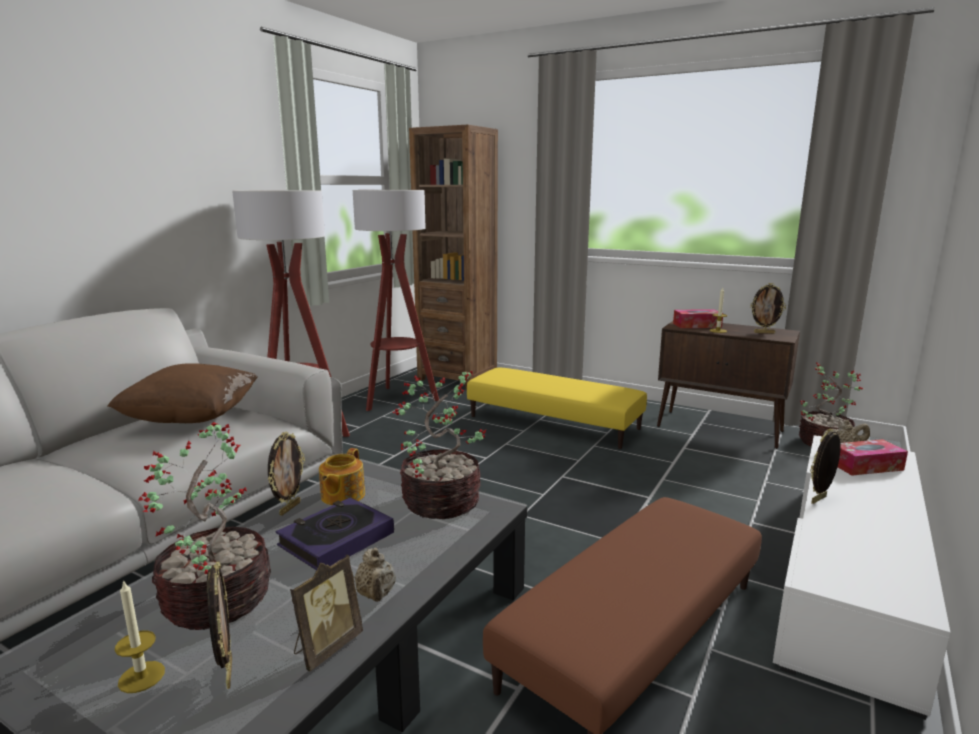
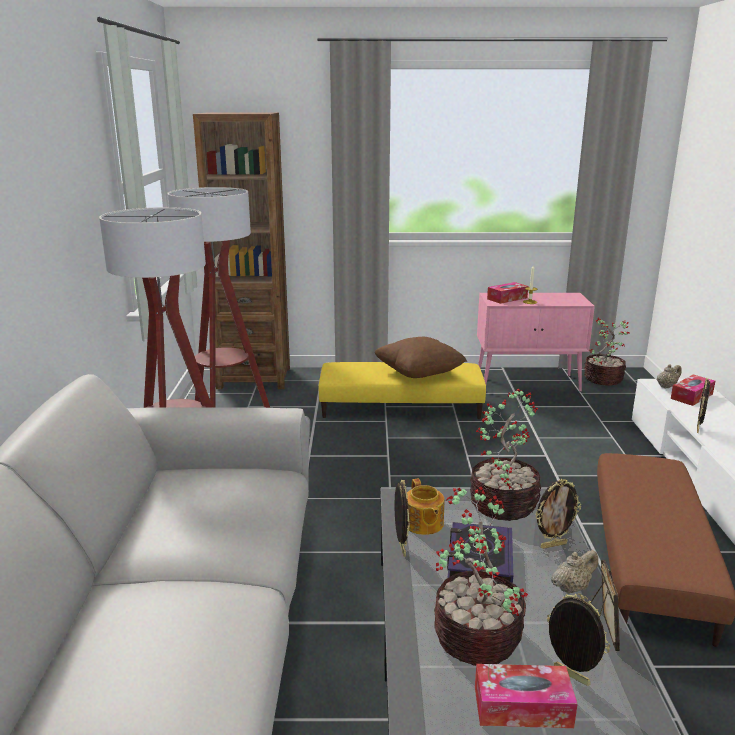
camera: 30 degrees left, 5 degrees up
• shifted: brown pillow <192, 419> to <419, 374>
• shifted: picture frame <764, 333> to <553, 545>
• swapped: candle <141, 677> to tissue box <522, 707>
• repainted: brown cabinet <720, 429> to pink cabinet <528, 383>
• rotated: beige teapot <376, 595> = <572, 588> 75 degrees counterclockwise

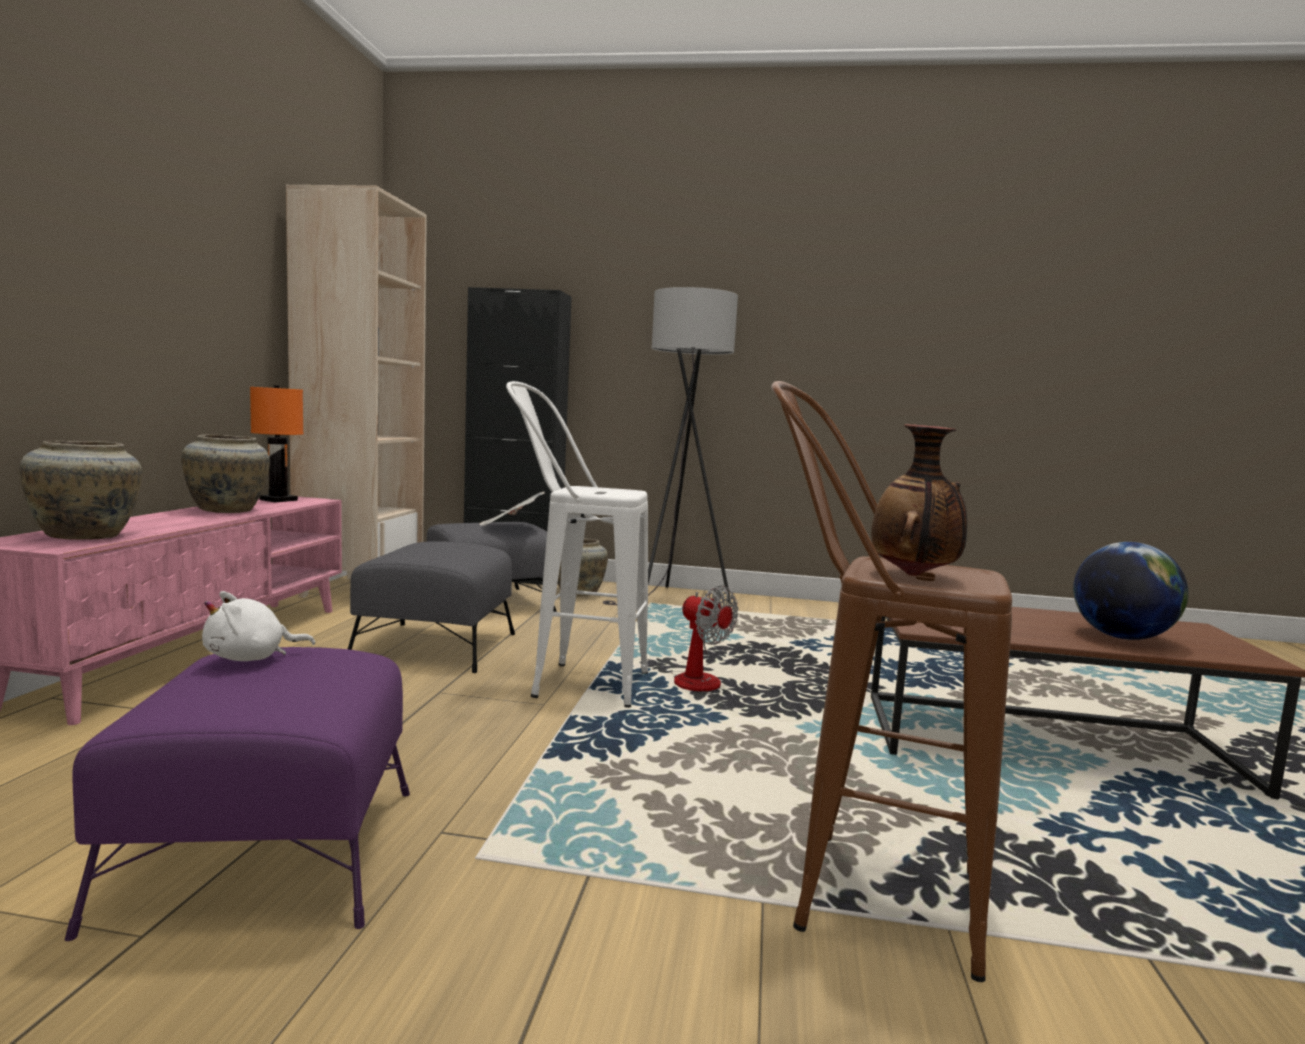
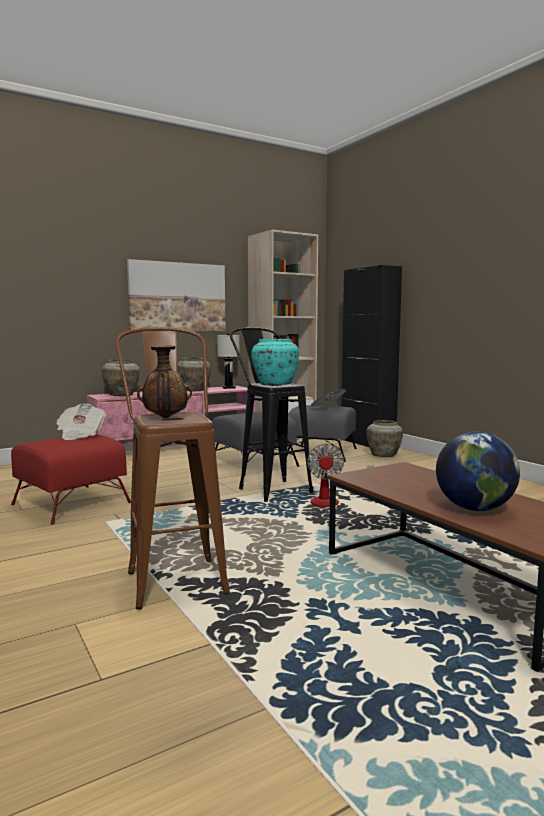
camera: 50 degrees right, 0 degrees up
• gone: grey floor lamp <674, 600>
• new: picture <177, 297>
• new: turquoise vase <275, 385>
• swapped: white plush toy <251, 658> to newspaper <80, 435>
• repainted: purple ottoman <269, 852> to red ottoman <72, 503>
• repainted: orange table lamp <278, 500> to white table lamp <228, 387>
• repainted: white stool <571, 683> to black stool <269, 488>

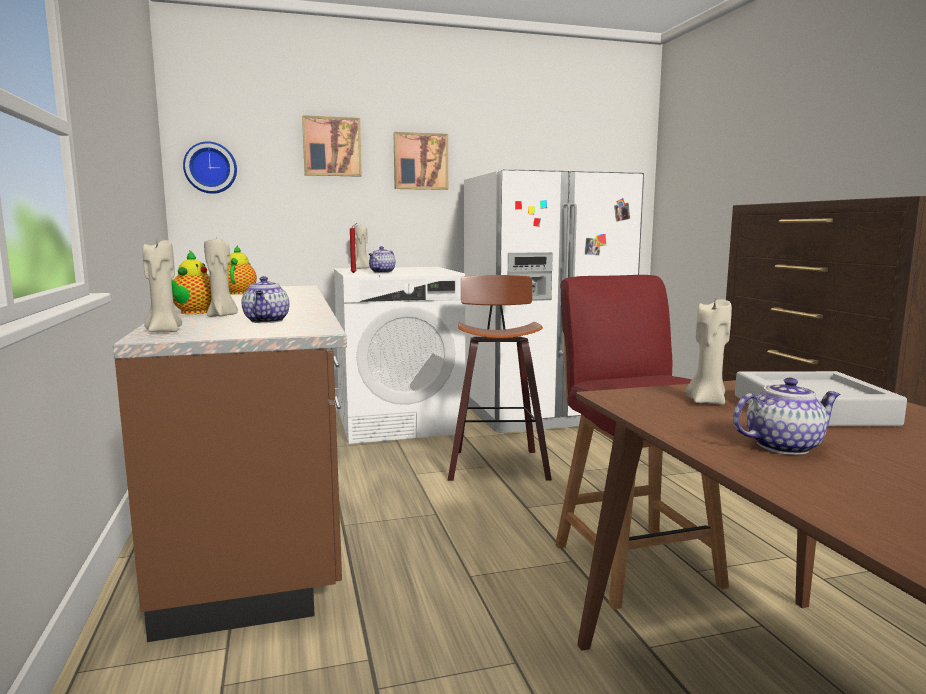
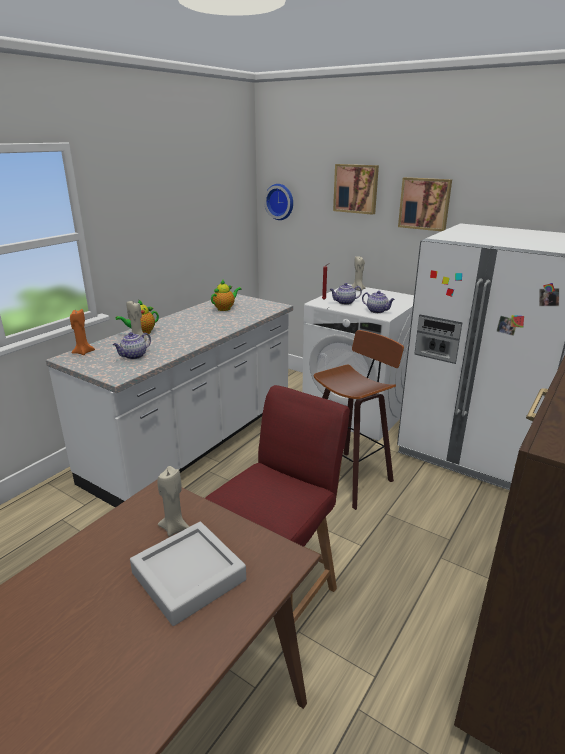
camera: 50 degrees right, 15 degrees up
• shifted: teapot <784, 446> to <377, 311>
• repainted: brown counter <262, 511> to white counter <195, 441>
• repainted: beige candle <163, 331> to orange candle <83, 352>

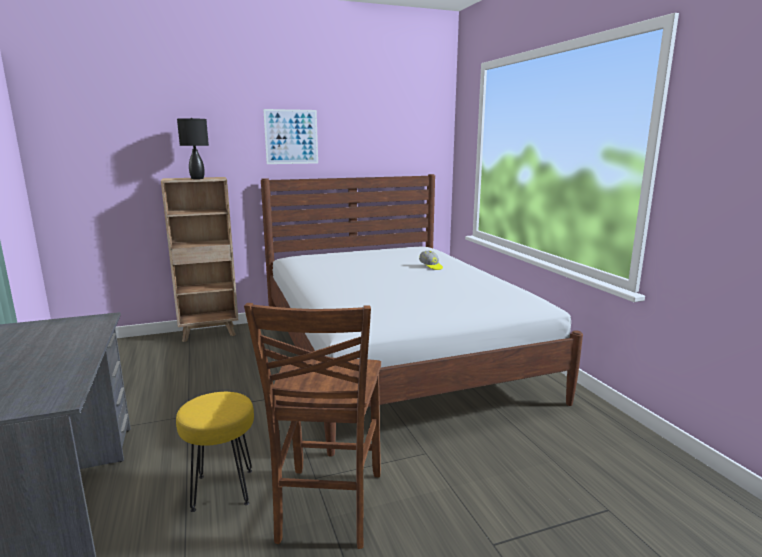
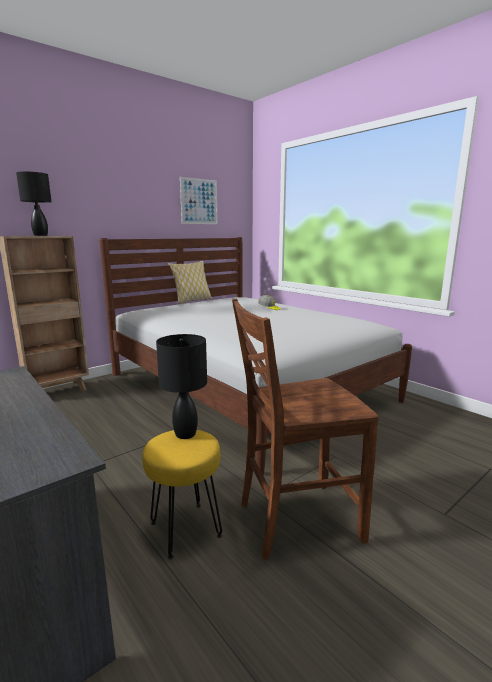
camera: 20 degrees left, 0 degrees up
• new: black table lamp <185, 434>
• new: pillow <192, 301>
• shifted: picture <291, 137> to <199, 201>
• rotated: brown chair <327, 507> = <295, 519> 90 degrees clockwise

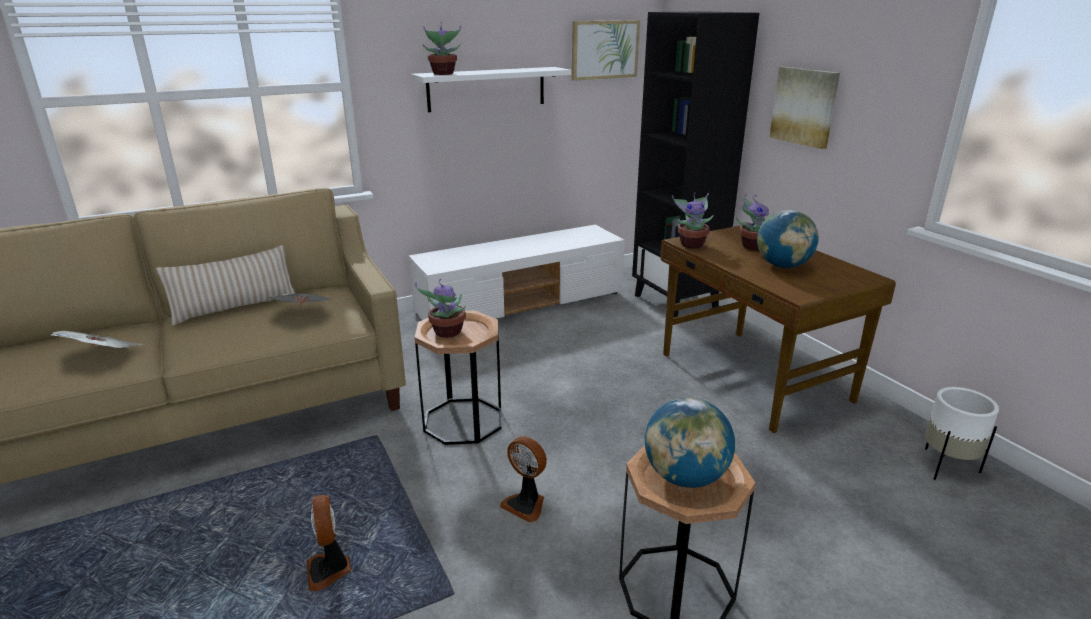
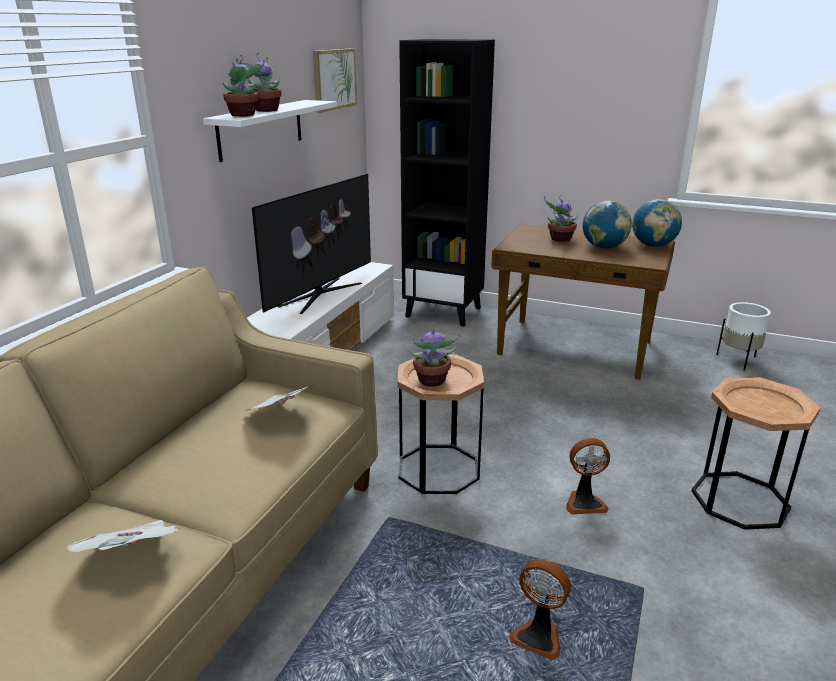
camera: 40 degrees left, 0 degrees up
• gone: beige pillow <235, 308>
• gone: picture <804, 106>
• new: television <320, 295>
• shifted: globe <685, 477> to <653, 245>
• shifted: potted plant <691, 244> to <266, 110>

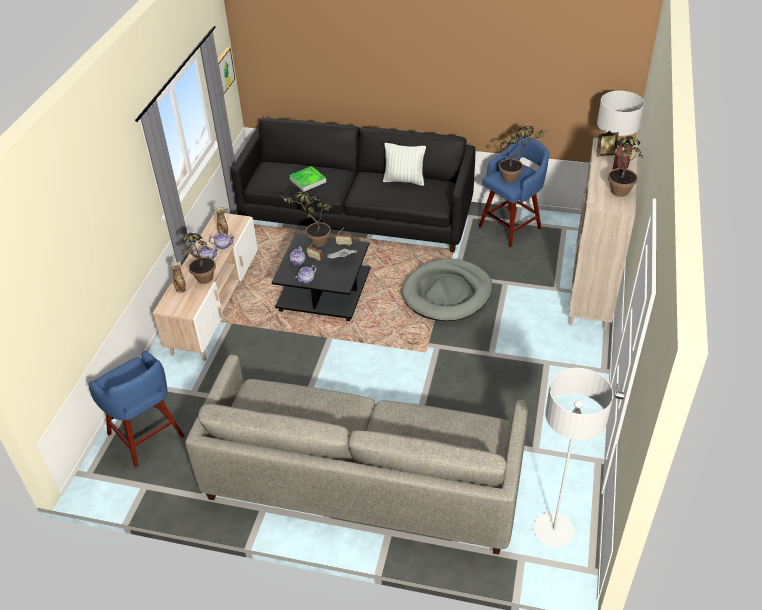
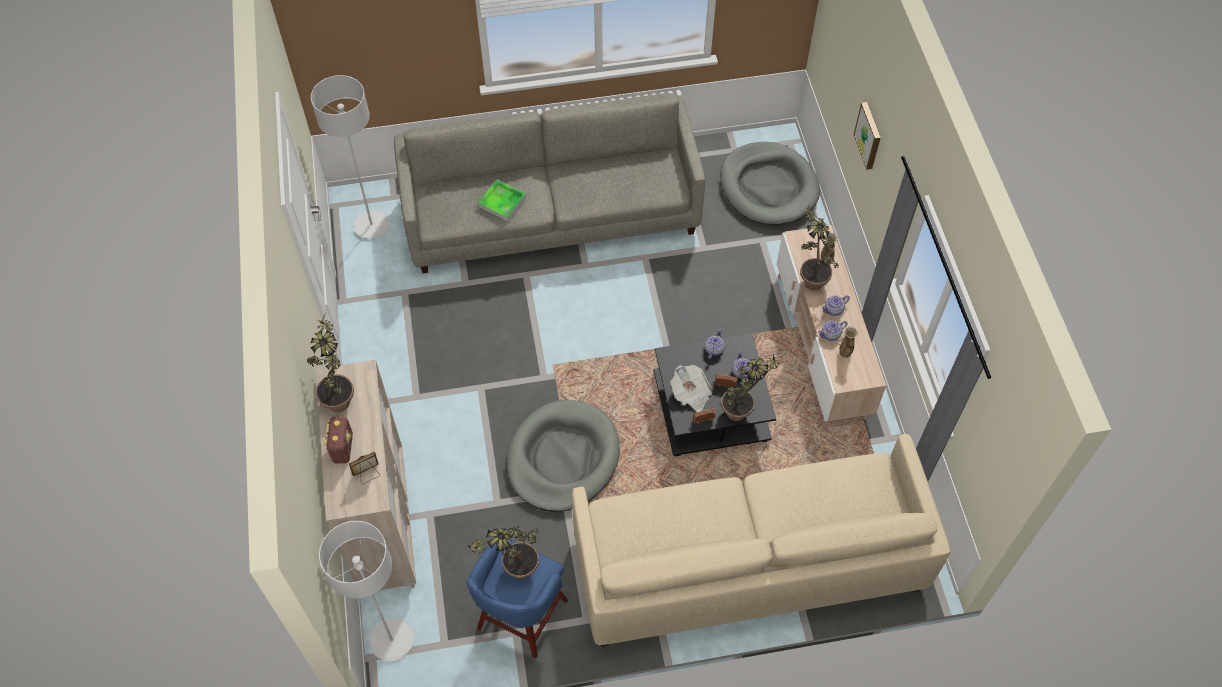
camera: 155 degrees right, 15 degrees up
• gone: pillow <404, 180>
• shifted: picture <222, 71> to <869, 135>
• shifted: tray <307, 180> to <502, 202>
• swapped: blue stool <147, 437> to grey dog bed <768, 187>
• repainted: black sofa <357, 215> to beige sofa <748, 562>

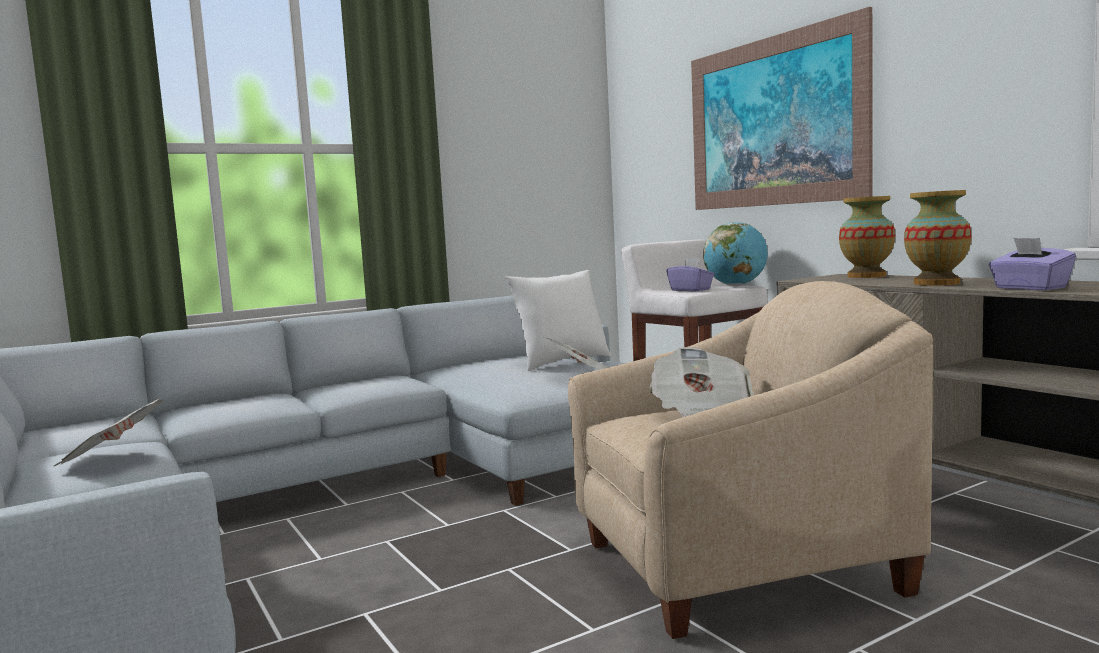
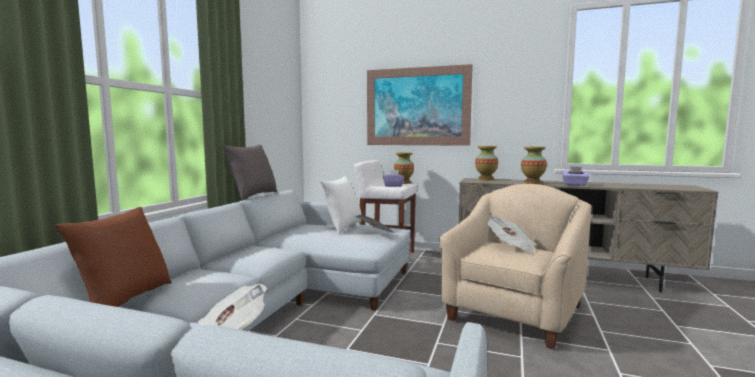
camera: 40 degrees left, 0 degrees up
• new: brown pillow <124, 300>
• new: grey pillow <253, 196>
• swapped: globe <736, 285> to vase <403, 183>

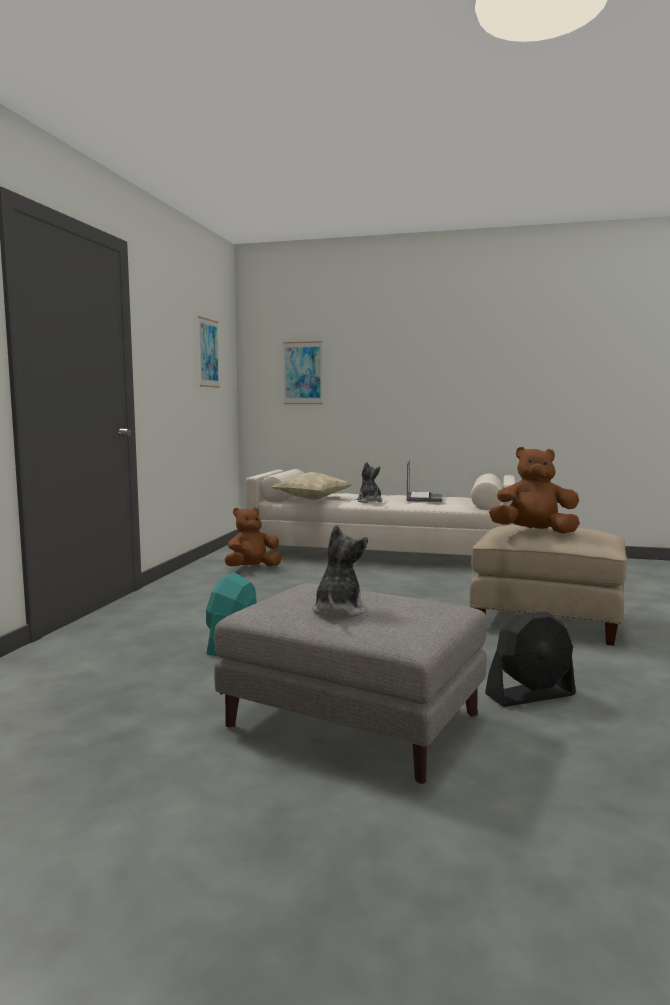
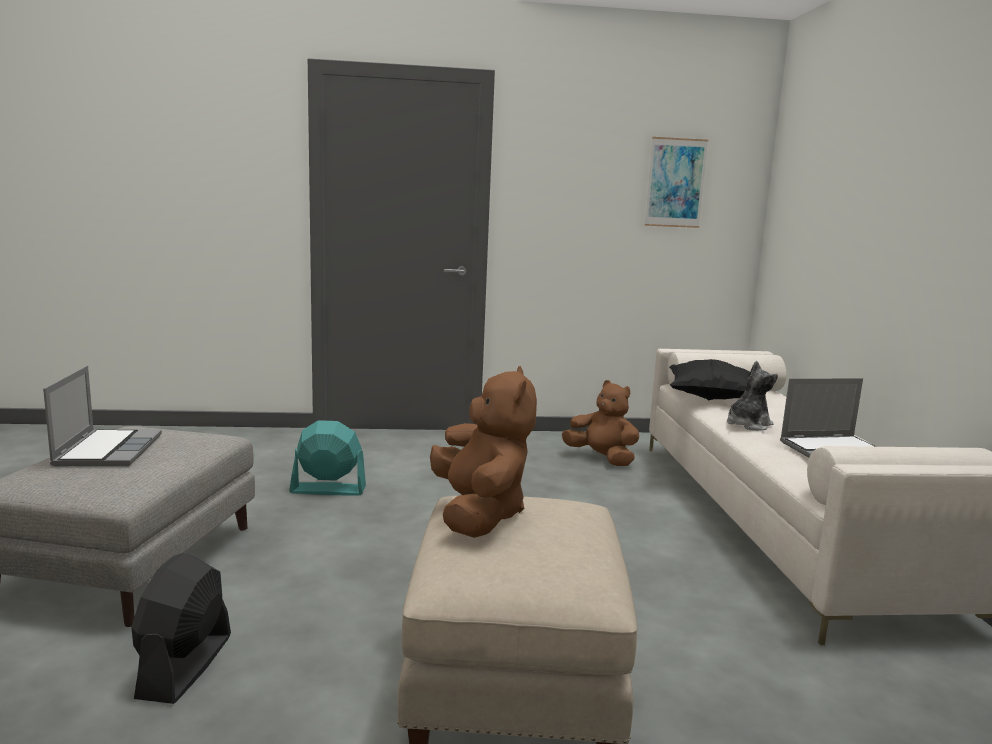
camera: 70 degrees right, 5 degrees up
• gone: picture <303, 373>
• swapped: plush toy <338, 610> to laptop <108, 450>
• repainted: beige pillow <312, 499> to black pillow <711, 399>
• rotated: black fan <530, 695> = <185, 666> 45 degrees clockwise

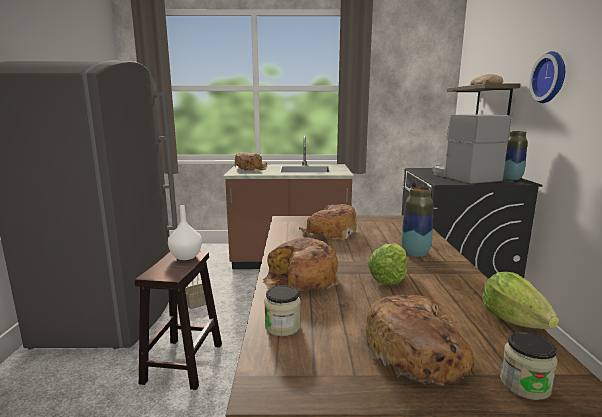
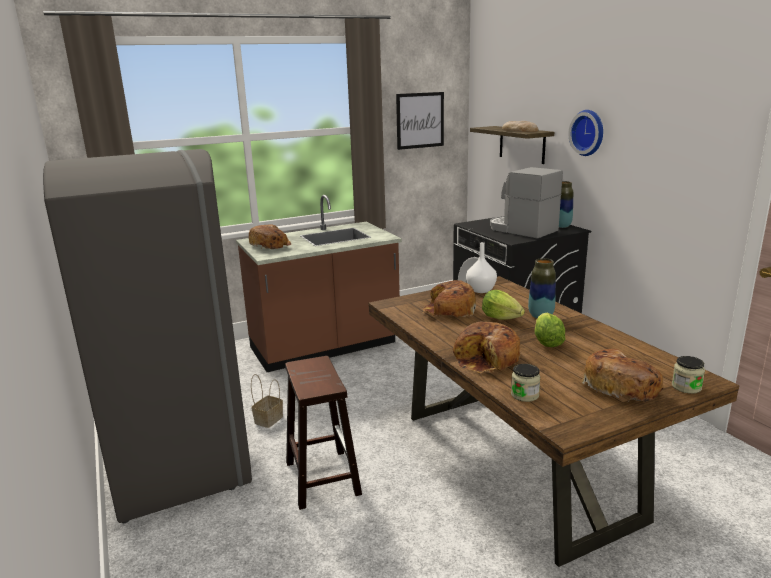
camera: 25 degrees left, 5 degrees up
• new: picture <420, 120>
• shifted: white vase <185, 257> to <480, 290>
• shifted: lettuce <513, 320> to <501, 318>

